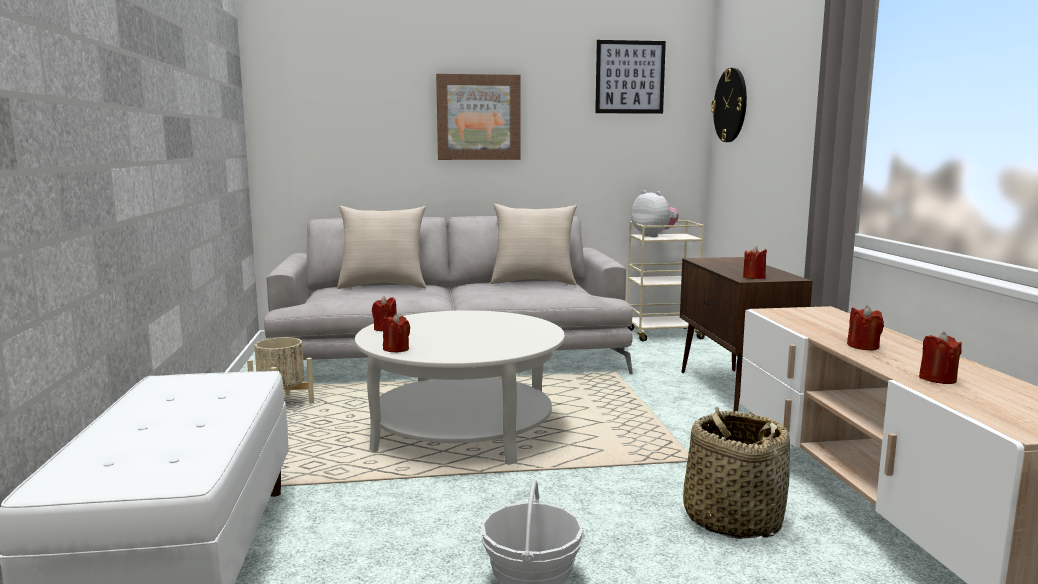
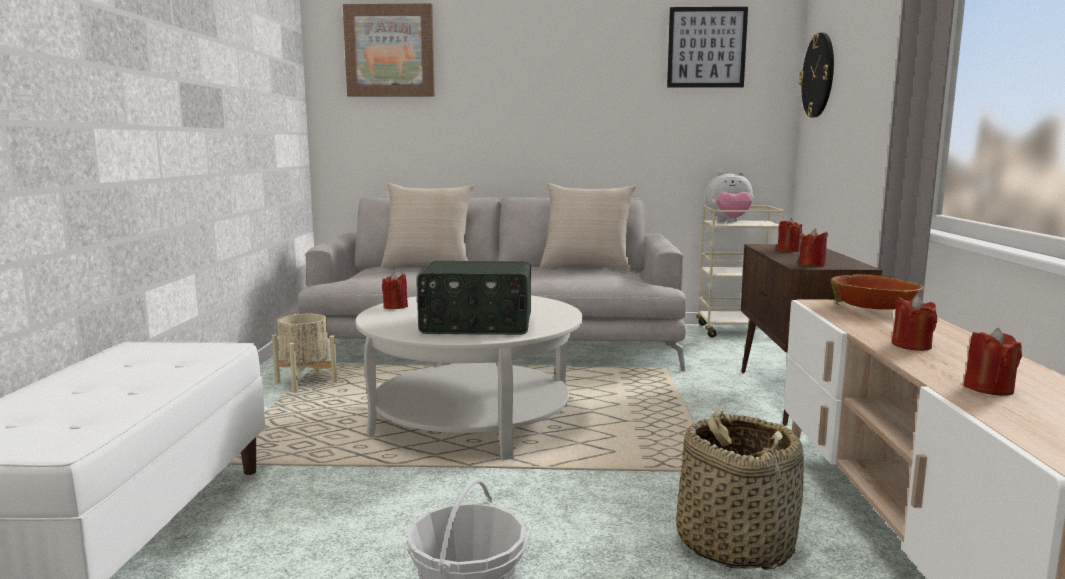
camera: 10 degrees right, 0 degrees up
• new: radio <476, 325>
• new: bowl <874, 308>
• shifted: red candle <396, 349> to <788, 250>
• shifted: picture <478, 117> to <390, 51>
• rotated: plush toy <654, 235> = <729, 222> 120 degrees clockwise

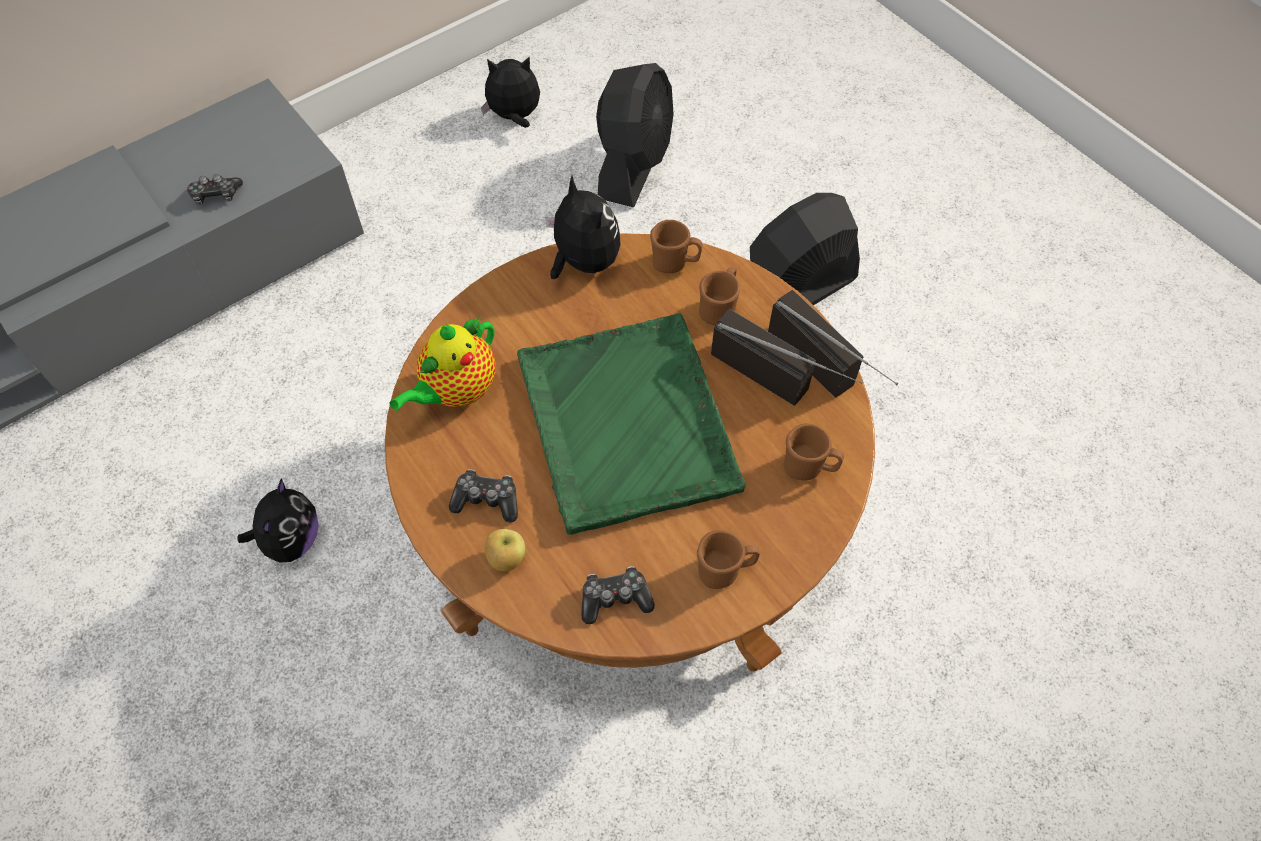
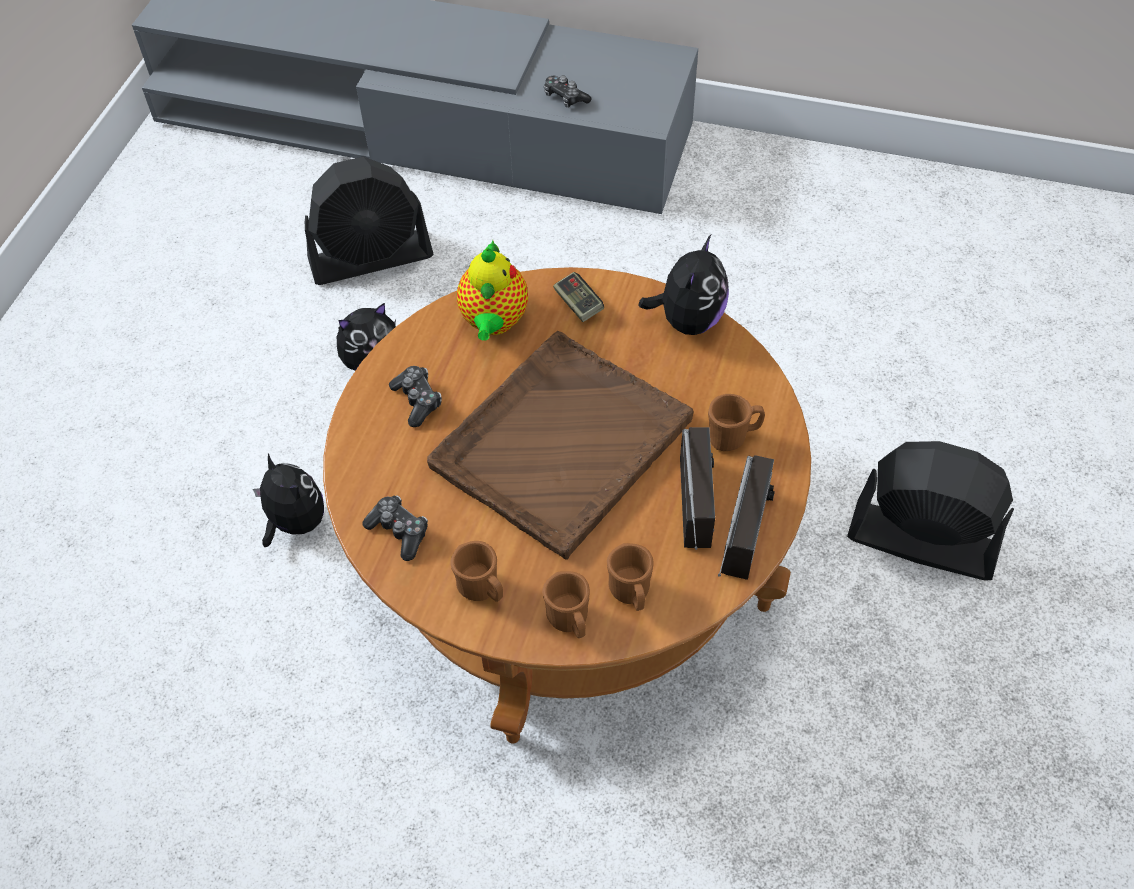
camera: 55 degrees right, 5 degrees down
• gone: apple <506, 559>
• new: game controller <578, 304>
• shifted: plush toy <515, 117> to <295, 523>
• shifted: black fan <634, 164> to <371, 258>
• shifted: brown mug <674, 263> to <570, 621>
• repainted: green tray <627, 425> to brown tray <559, 444>
• rotated: teapot <456, 391> = <494, 323> 90 degrees counterclockwise

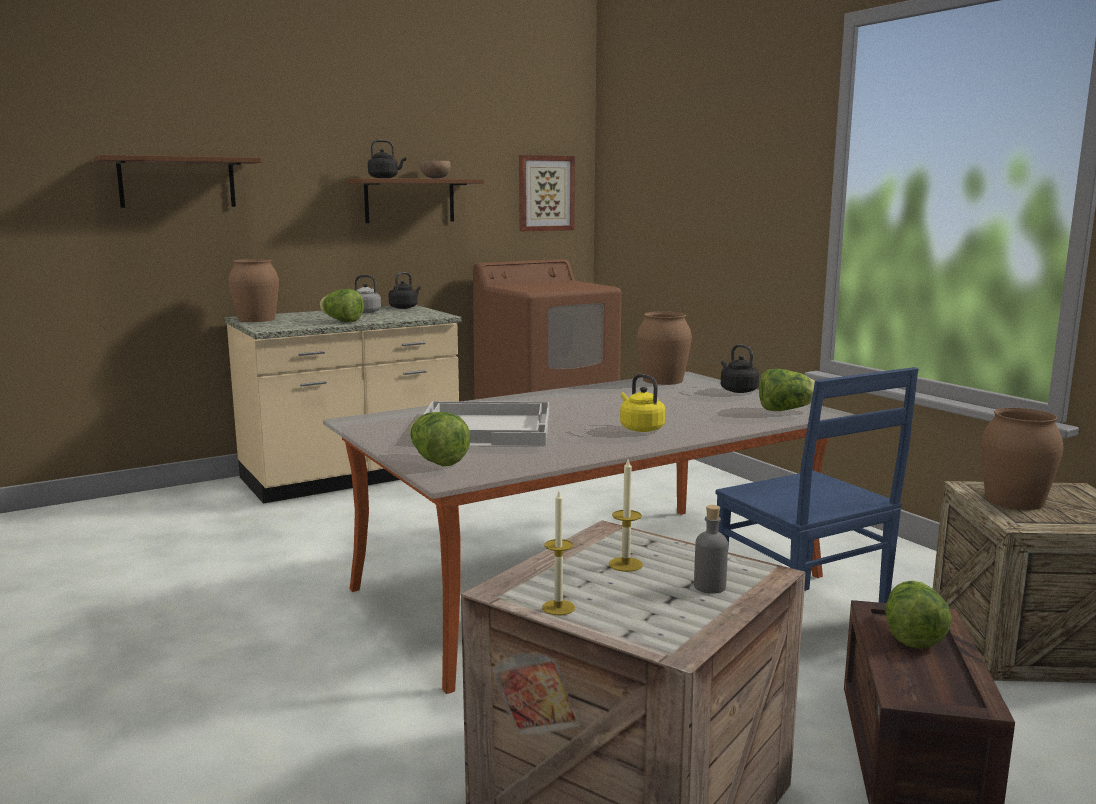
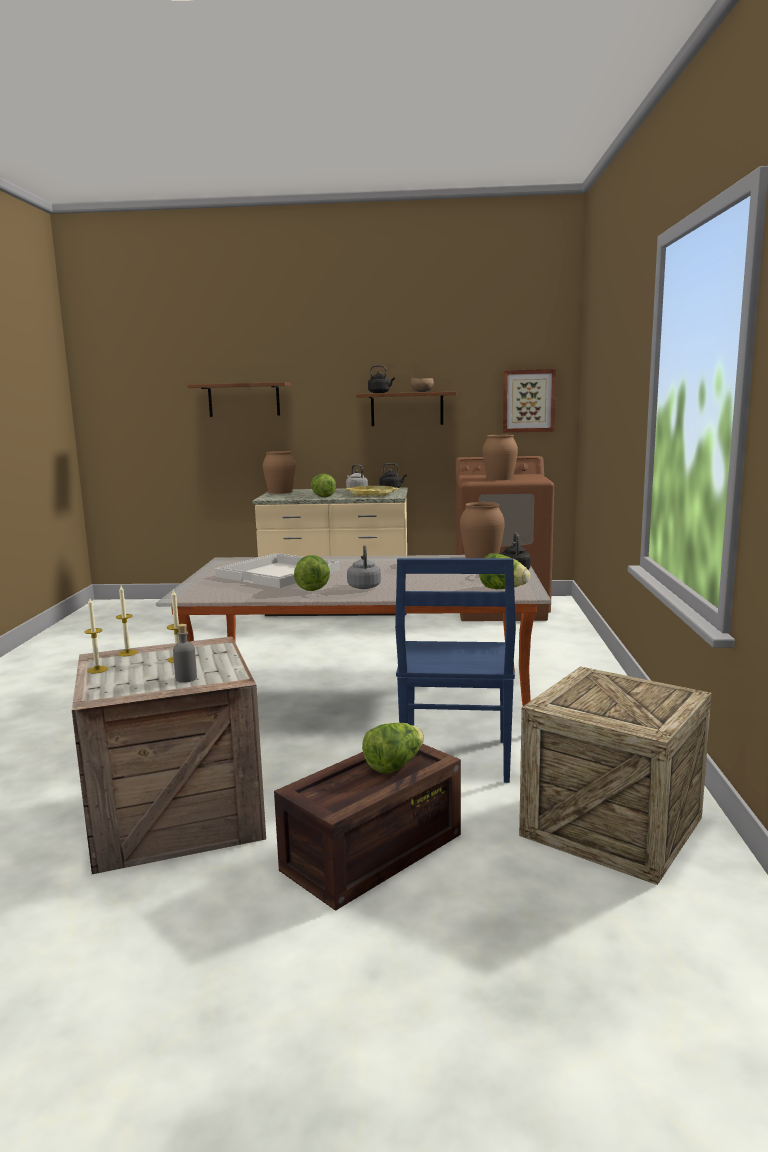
camera: 35 degrees right, 0 degrees up
• new: candle <127, 653>
• new: yellow tray <372, 495>
• shifted: lettuce <437, 461> to <312, 587>
• shifted: brown vase <1013, 500> to <499, 478>
• repainted: yellow kettle <640, 428> to grey kettle <364, 586>

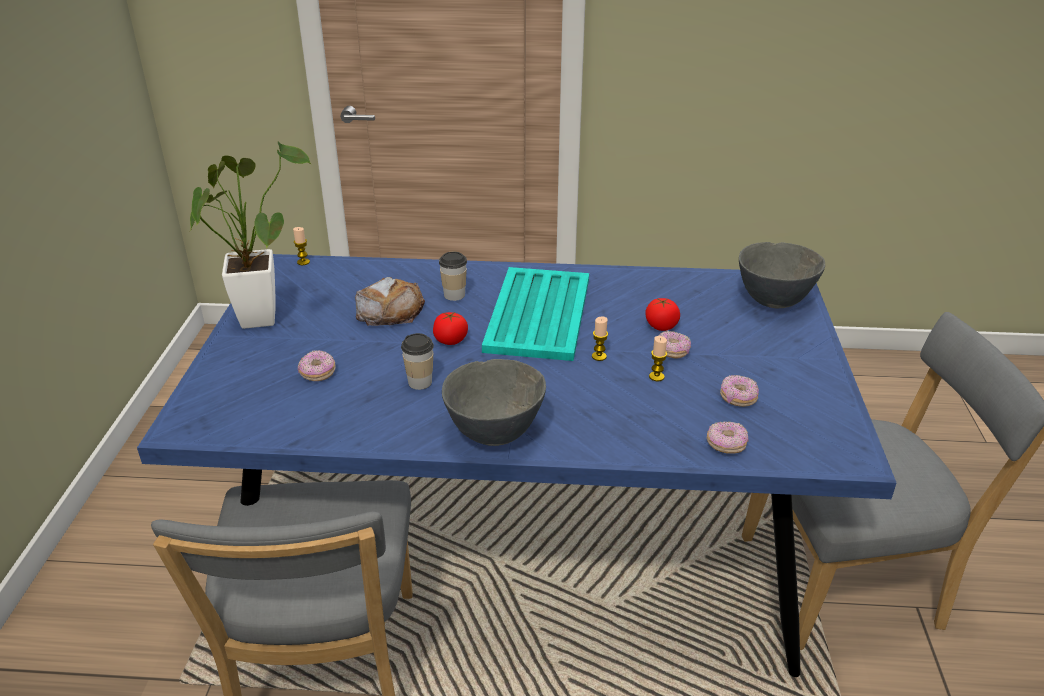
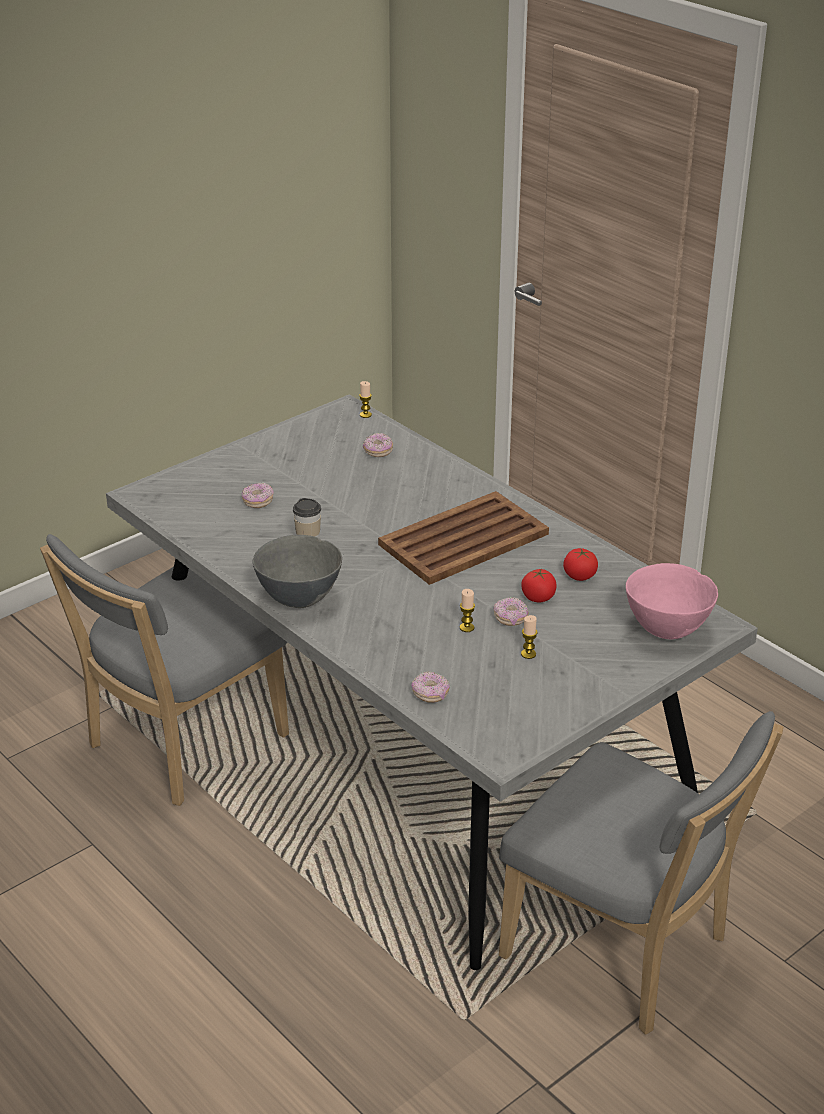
camera: 45 degrees right, 0 degrees up
• gone: potted plant <260, 314>
• gone: bread <390, 310>
• gone: cup <454, 295>
• shifted: tomato <450, 340> to <579, 576>
• shifted: candle <599, 356> to <528, 654>
• shifted: donut <738, 398> to <378, 451>
• repainted: blue dining table <519, 539> to grey dining table <409, 750>
• repainted: turquoise tray <539, 313> to brown tray <465, 539>
• repainted: grey bowl <772, 301> to pink bowl <667, 630>

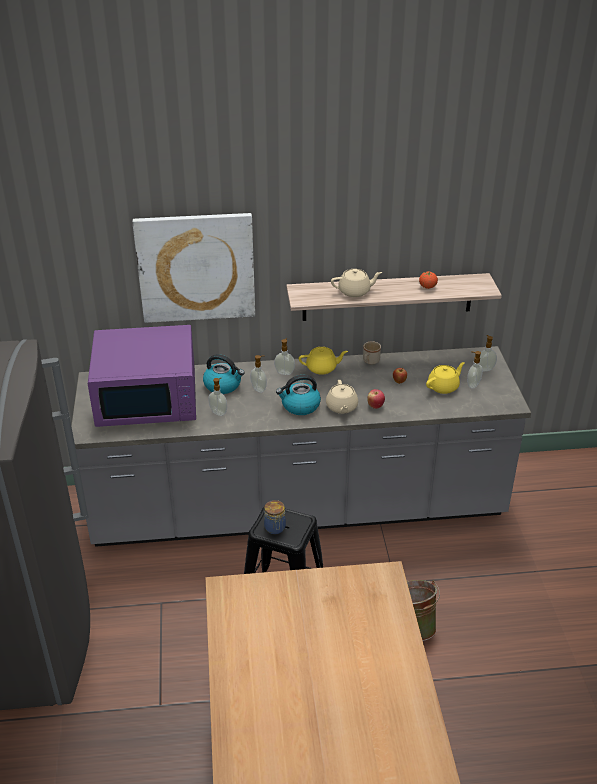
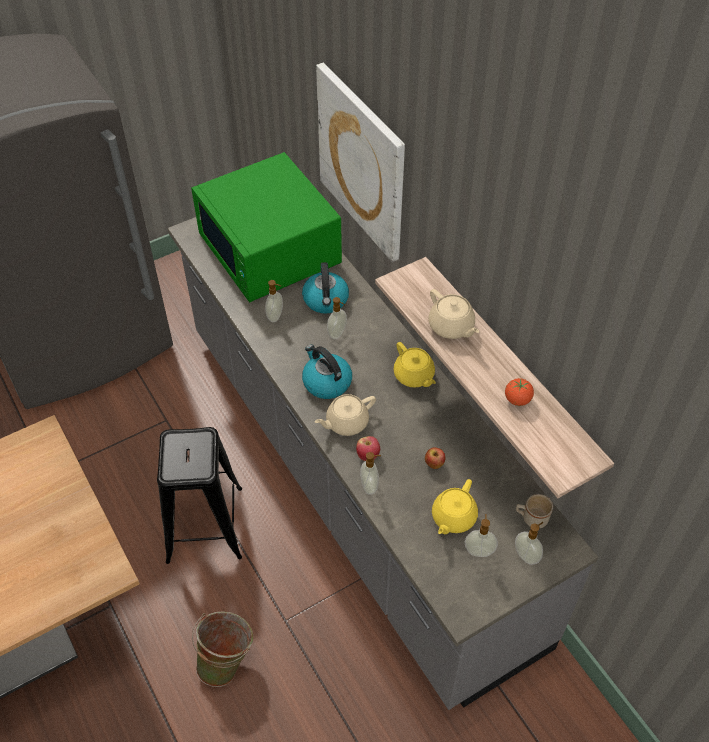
camera: 65 degrees right, 15 degrees up
• gone: jar <275, 528>
• shifted: soap dispenser <284, 372> to <370, 486>
• shifted: beige mug <370, 361> to <531, 518>
• repainted: purple microwave <148, 397> to green microwave <270, 250>
• rotated: yellow teapot <443, 387> = <453, 517> 90 degrees clockwise

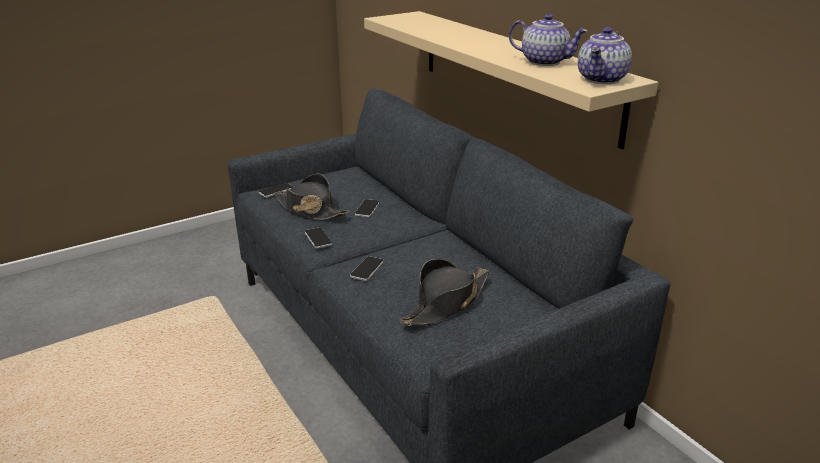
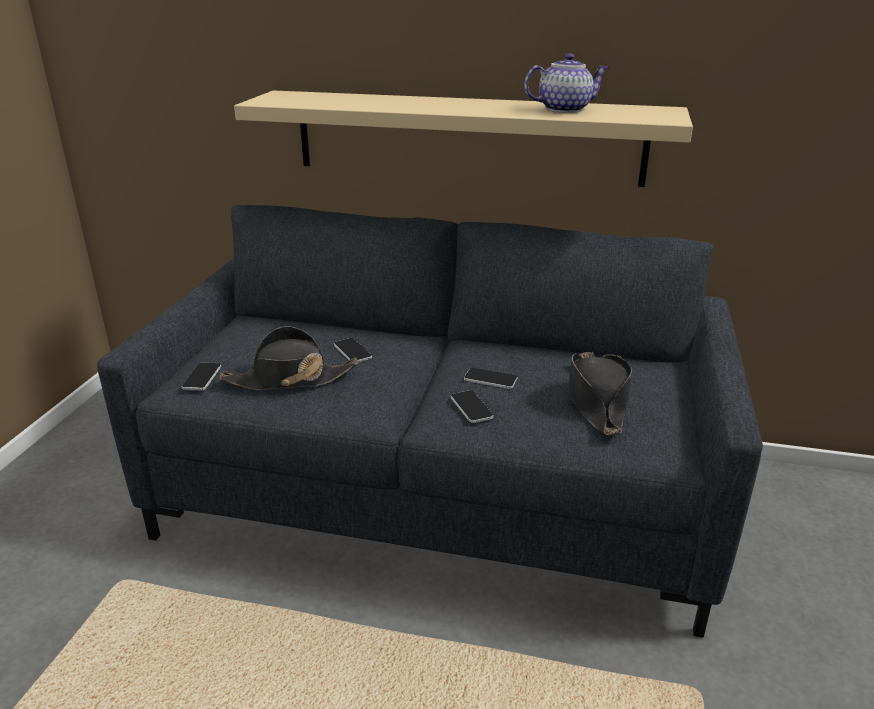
camera: 45 degrees left, 0 degrees up
• gone: teapot <603, 80>
• shifted: phone <318, 238> to <490, 379>

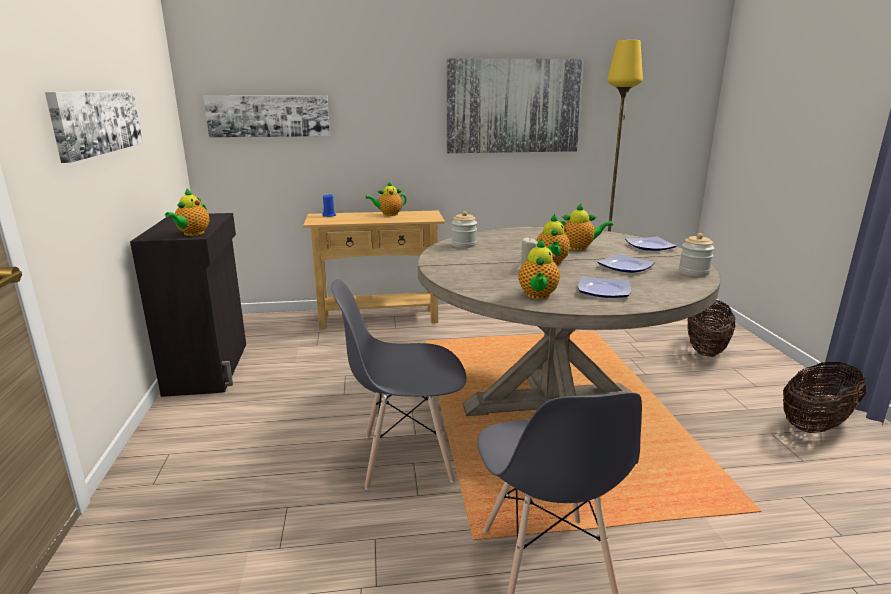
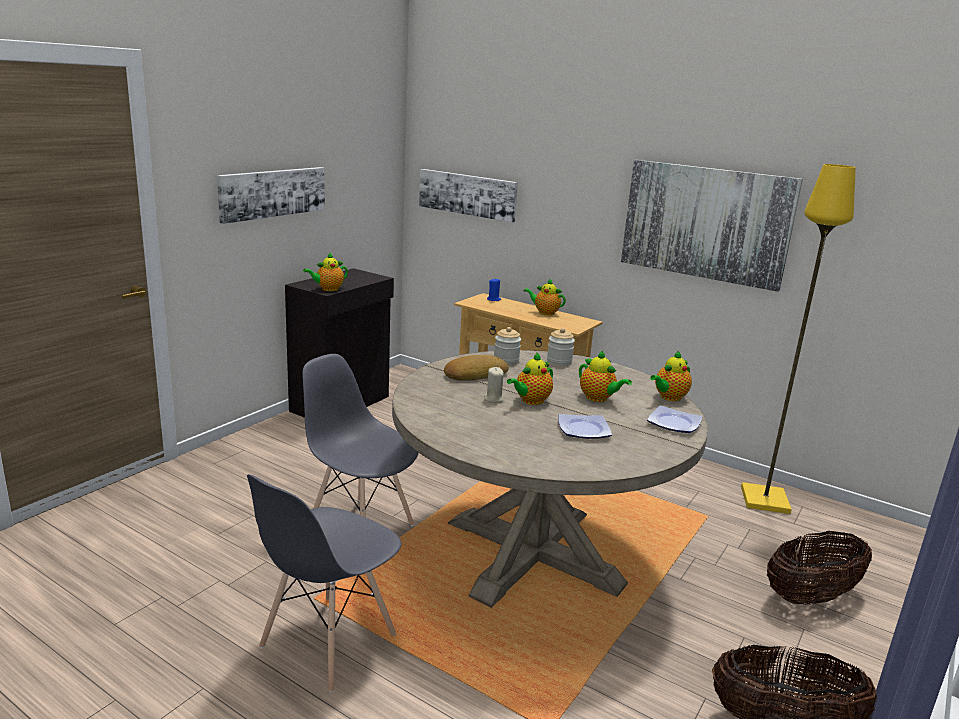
camera: 40 degrees right, 0 degrees up
• gone: plate <603, 290>
• new: bread <474, 374>
• shifted: teapot <537, 295> to <669, 397>
• shifted: jar <693, 272> to <559, 361>

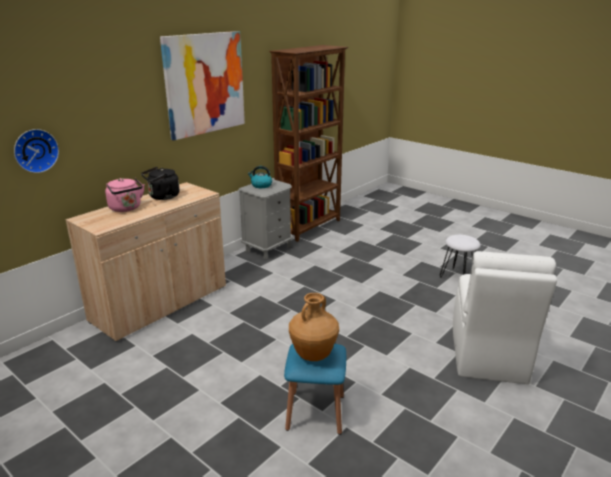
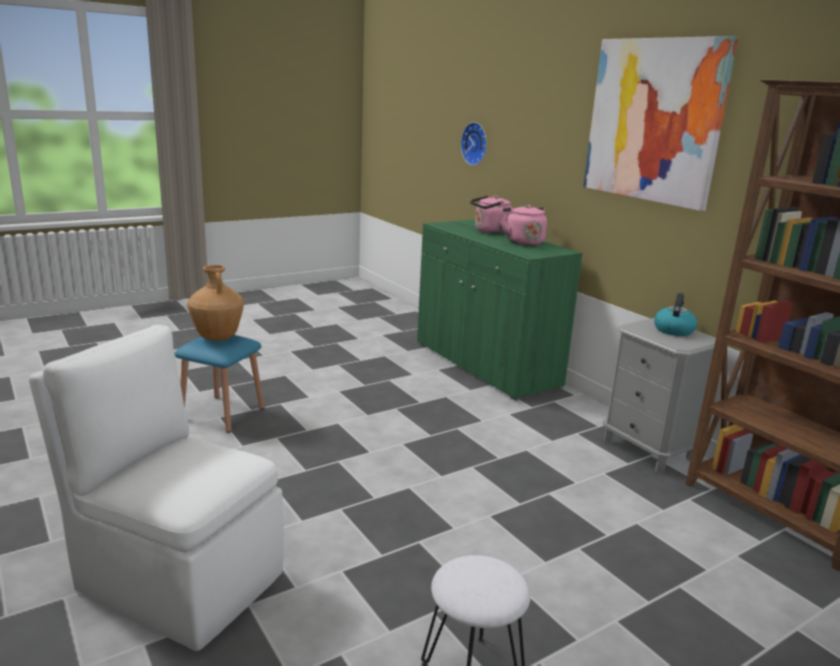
camera: 105 degrees right, 5 degrees down
• repainted: beige cabinet <160, 304> to green cabinet <485, 364>
• repainted: black kettle <162, 197> to pink kettle <523, 242>

